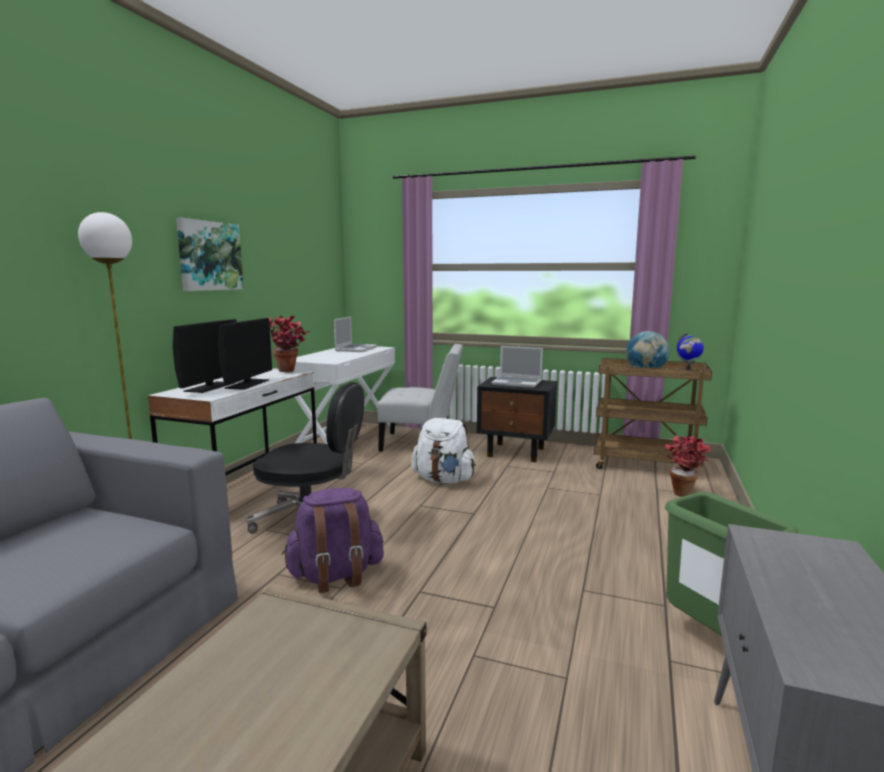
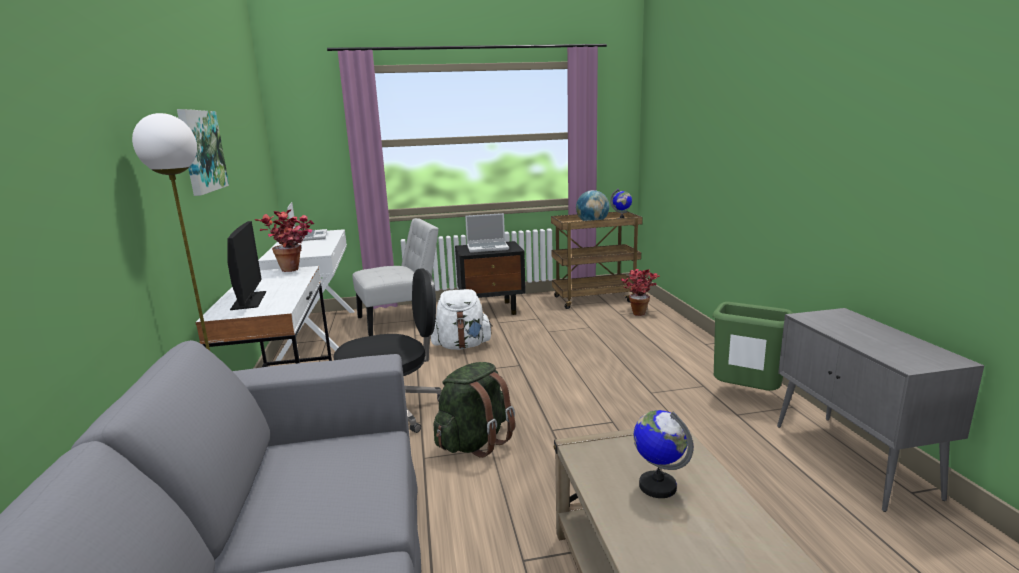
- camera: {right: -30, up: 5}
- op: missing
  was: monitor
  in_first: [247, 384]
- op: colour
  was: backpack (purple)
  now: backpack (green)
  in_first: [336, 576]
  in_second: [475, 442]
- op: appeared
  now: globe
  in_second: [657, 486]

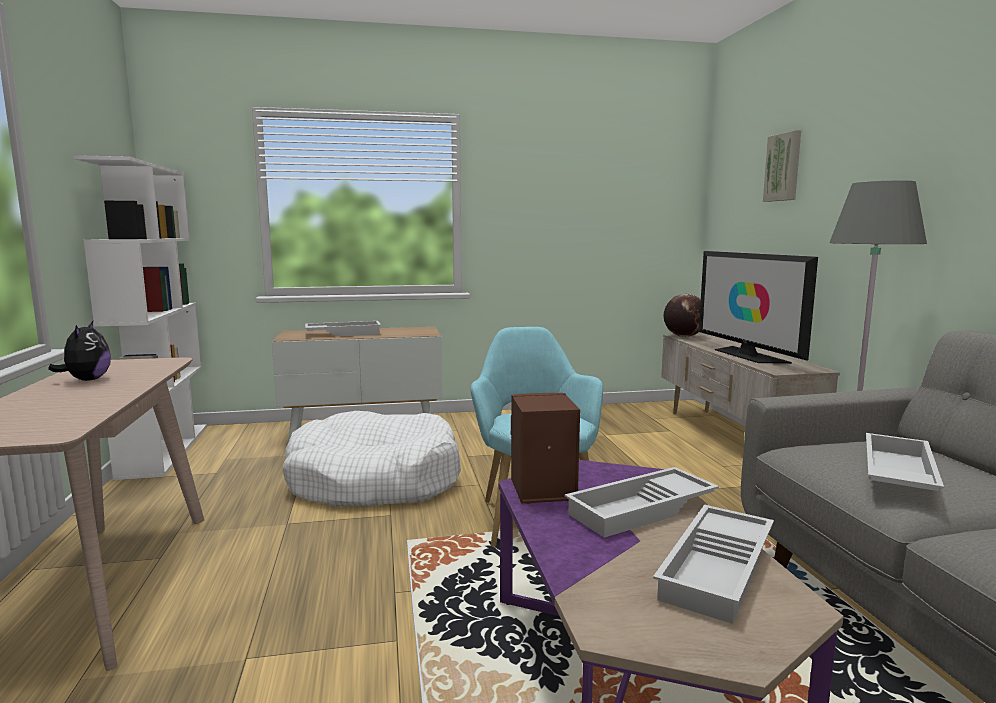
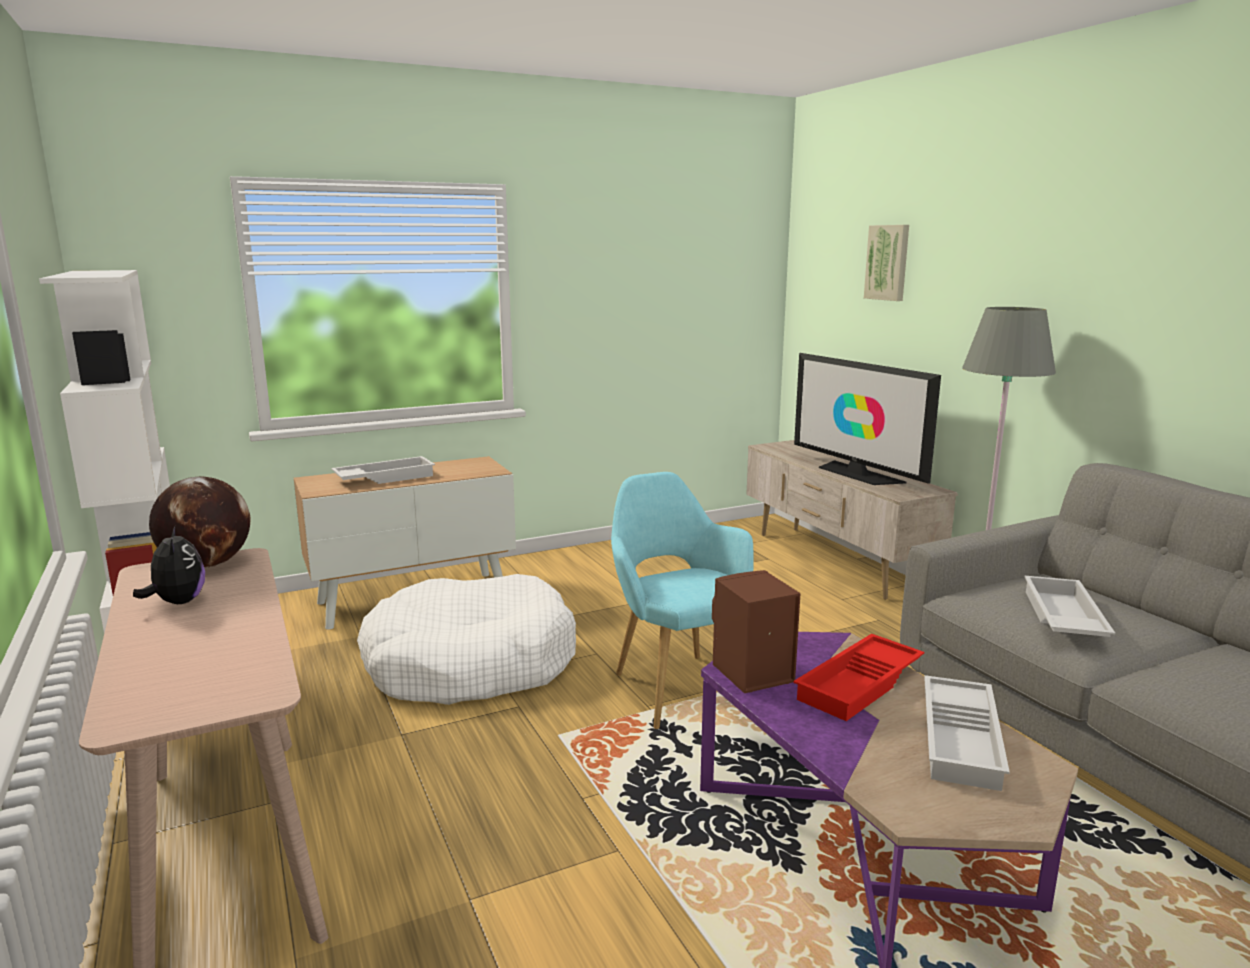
- camera: {right: -15, up: 5}
- op: colour
  was: tray (white)
  now: tray (red)
  in_first: [642, 510]
  in_second: [860, 685]
- op: relocated
  was: globe
  in_first: [684, 336]
  in_second: [206, 565]

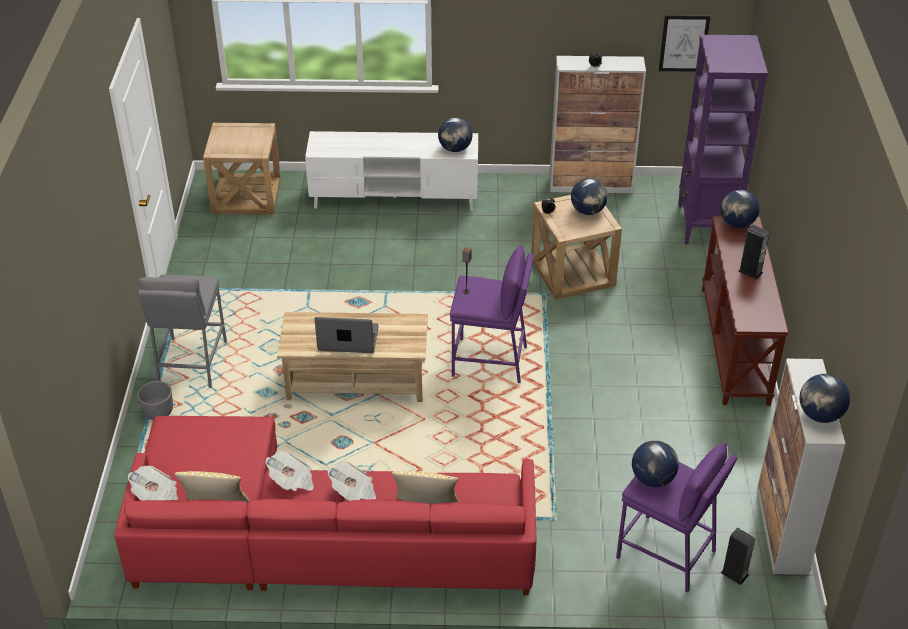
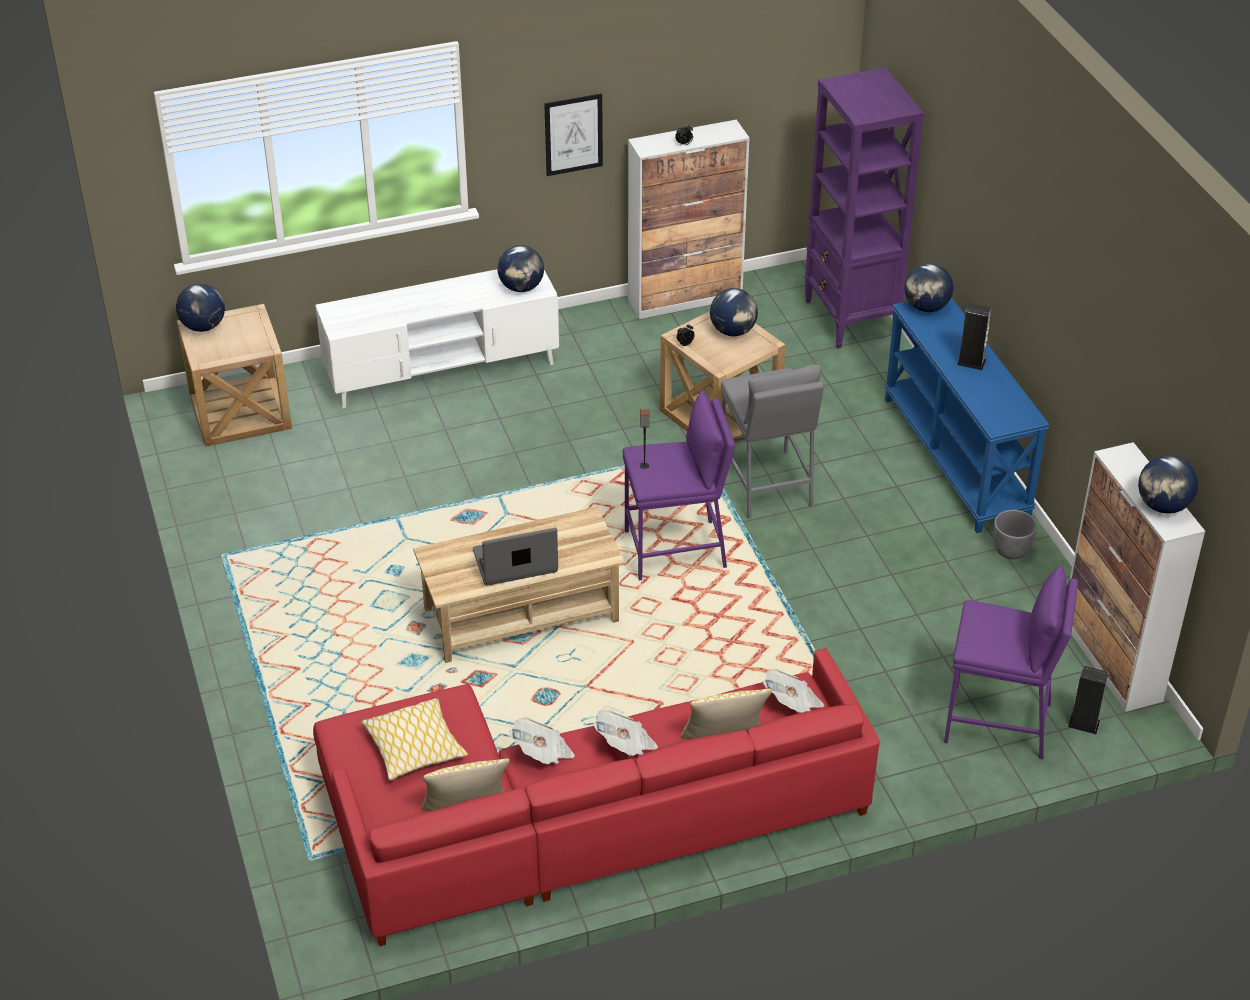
- camera: {right: -20, up: 0}
- op: relocated
  was: newspaper
  in_first: [156, 495]
  in_second: [792, 703]
- op: relocated
  was: stool (grey)
  in_first: [191, 363]
  in_second: [766, 485]
- op: relocated
  was: planter (grey)
  in_first: [158, 413]
  in_second: [1011, 551]
- op: relocated
  was: globe
  in_first: [653, 479]
  in_second: [204, 326]
- op: relocated
  was: picture
  in_first: [684, 43]
  in_second: [573, 134]
- op: colour
  was: console table (brown)
  now: console table (blue)
  in_first: [735, 345]
  in_second: [957, 458]
- op: appeared
  now: pillow
  in_second: [415, 747]

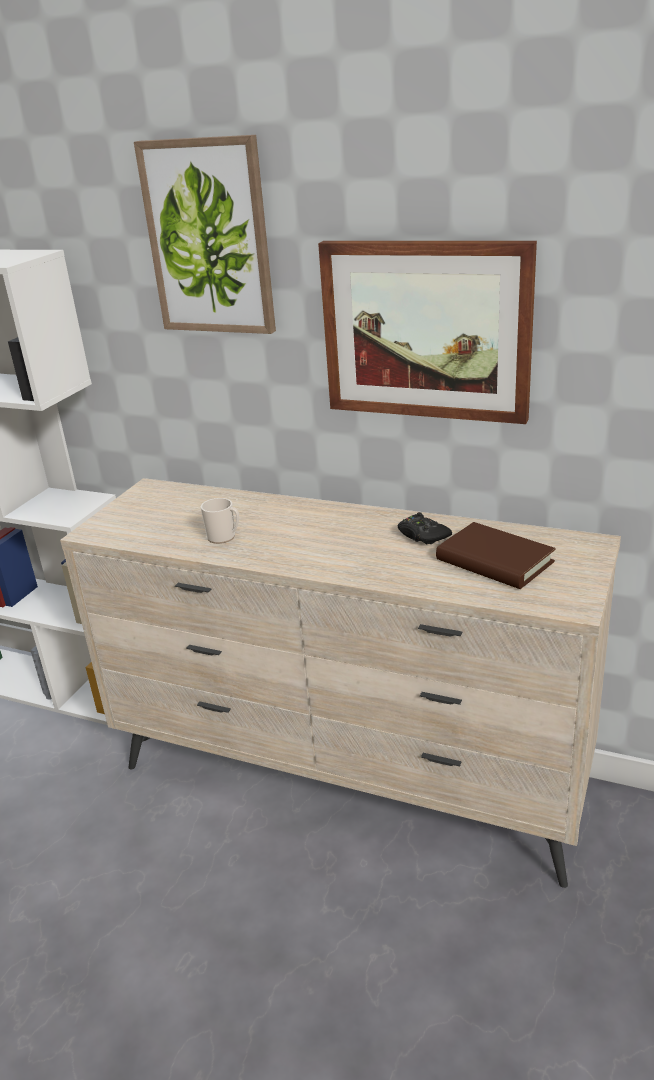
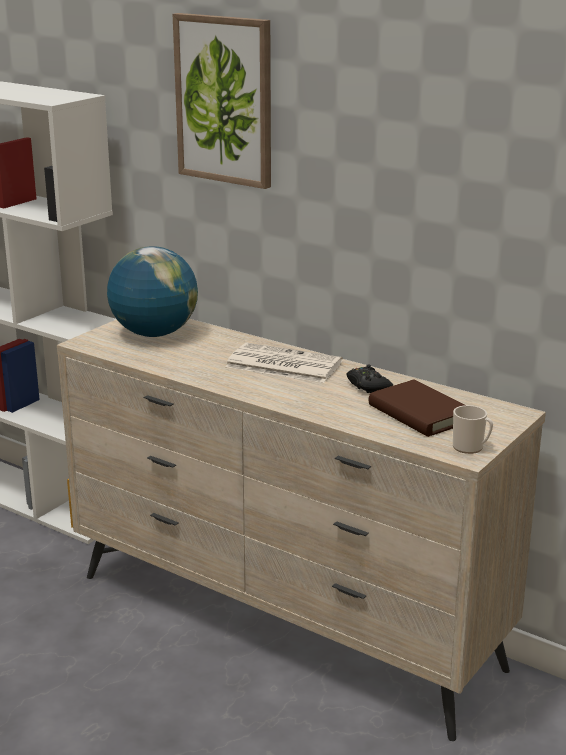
- camera: {right: 10, up: -5}
- op: relocated
  was: mug
  in_first: [224, 537]
  in_second: [471, 447]
- op: missing
  was: picture
  in_first: [426, 330]
- op: appeared
  now: globe
  in_second: [154, 333]
- op: appeared
  now: newspaper
  in_second: [282, 364]

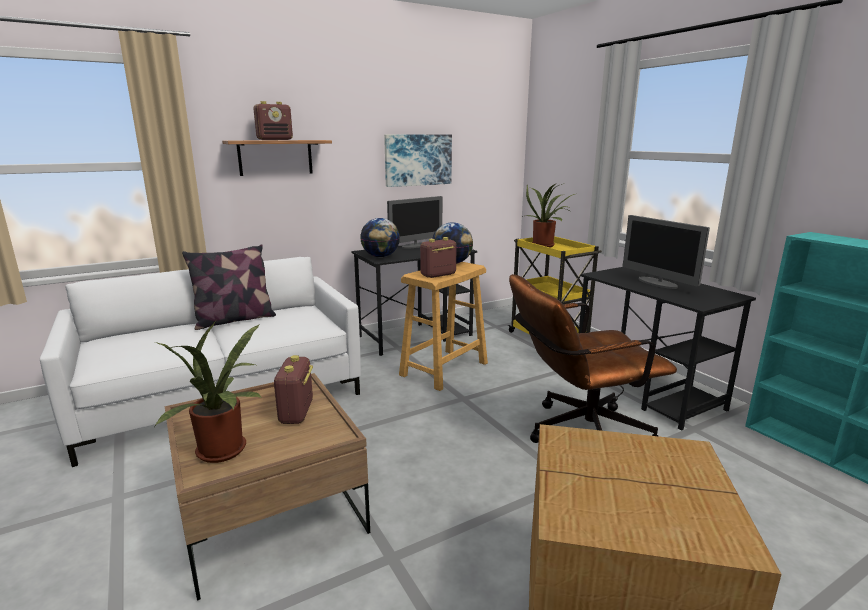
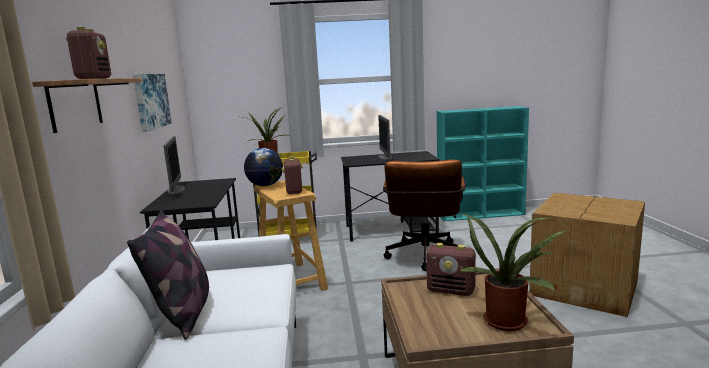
- camera: {right: -65, up: -5}
- op: missing
  was: globe
  in_first: [380, 256]
- op: spun
  was: monitor
  in_first: [657, 283]
  in_second: [385, 158]
  clockwise: 90

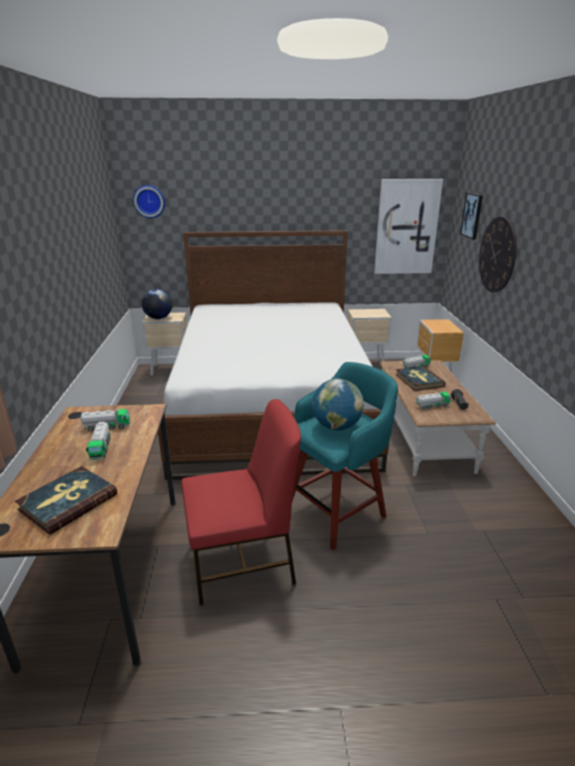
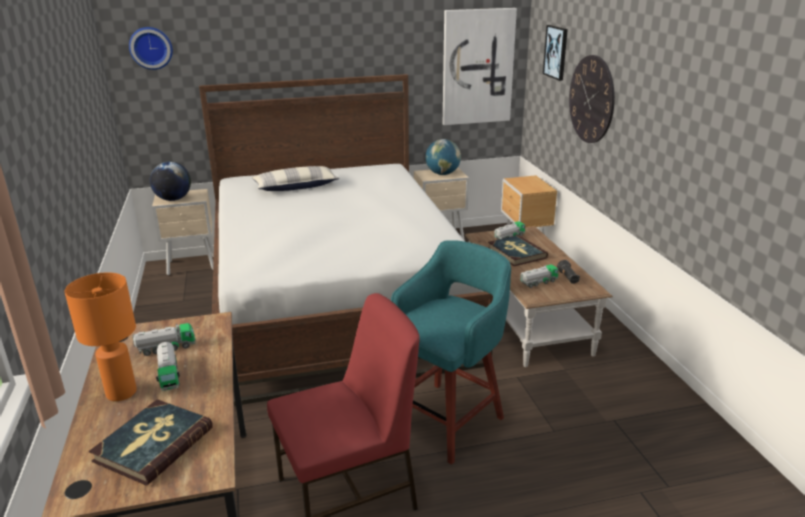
- camera: {right: -10, up: 0}
- op: relocated
  was: globe
  in_first: [336, 426]
  in_second: [442, 174]
- op: appeared
  now: table lamp (orange)
  in_second: [120, 393]
- op: appeared
  now: pillow
  in_second: [296, 187]

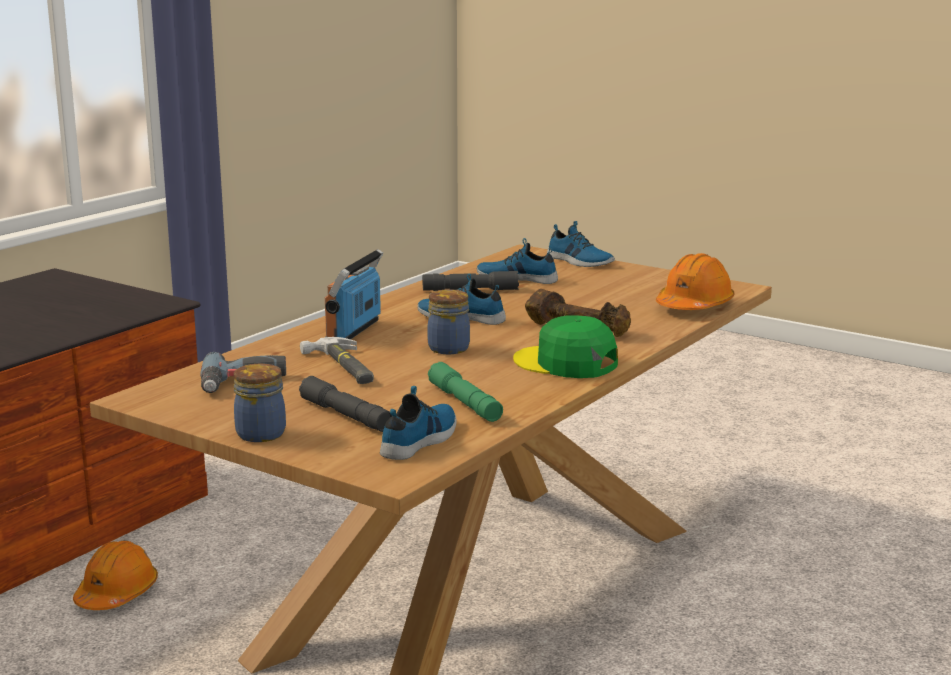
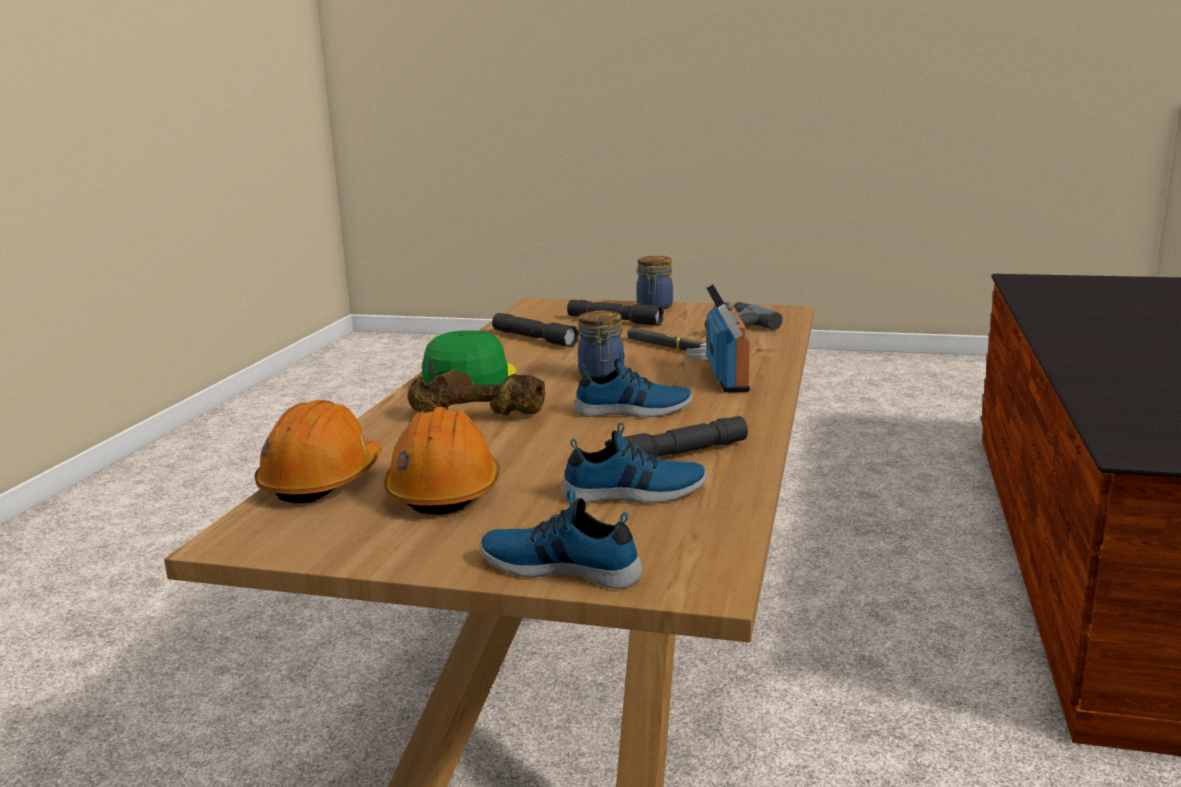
- camera: {right: 160, up: 0}
- op: relocated
  was: hard hat (orange)
  in_first: [117, 594]
  in_second: [444, 490]
- op: missing
  was: shoe
  in_first: [421, 440]
- op: colour
  was: flashlight (green)
  now: flashlight (grey)
  in_first: [465, 403]
  in_second: [534, 339]
- op: spun
  was: cap (green)
  in_first: [566, 363]
  in_second: [469, 378]
  clockwise: -90

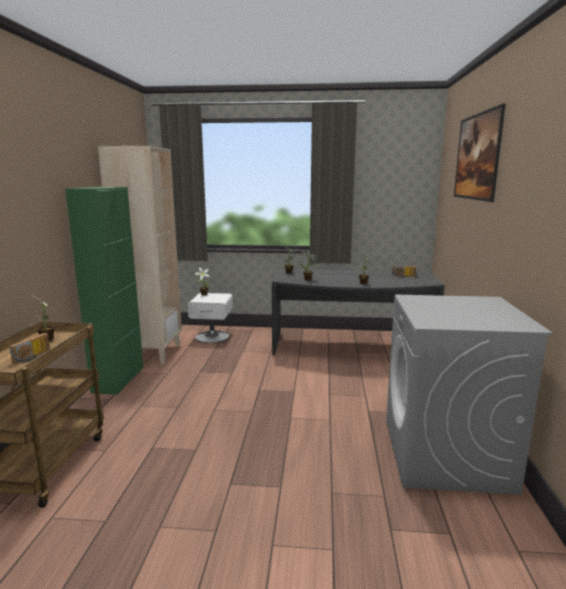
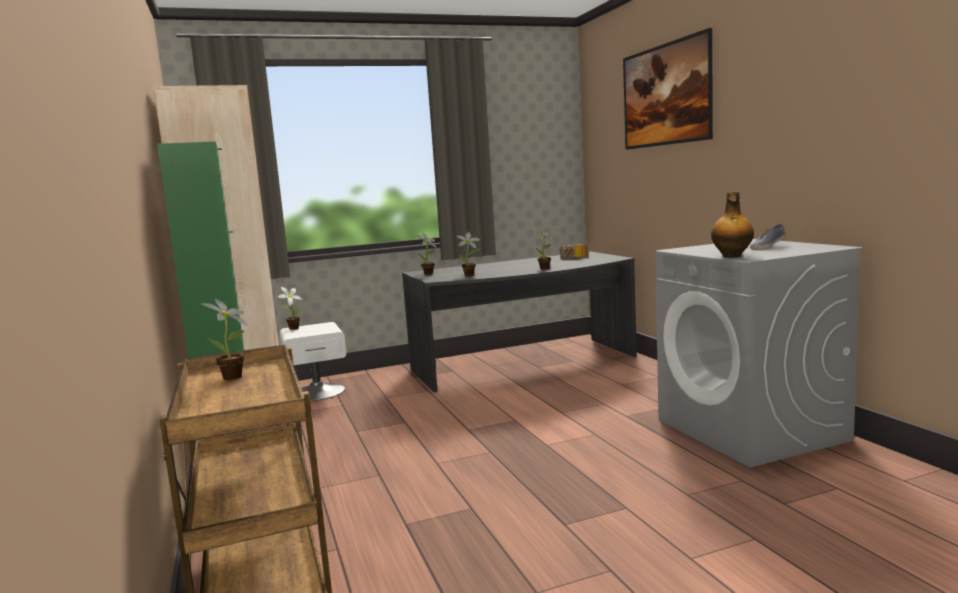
- camera: {right: -25, up: -5}
- op: missing
  was: radio
  in_first: [33, 357]
- op: appeared
  now: bottle
  in_second: [731, 256]
- op: appeared
  now: shoe
  in_second: [767, 246]

